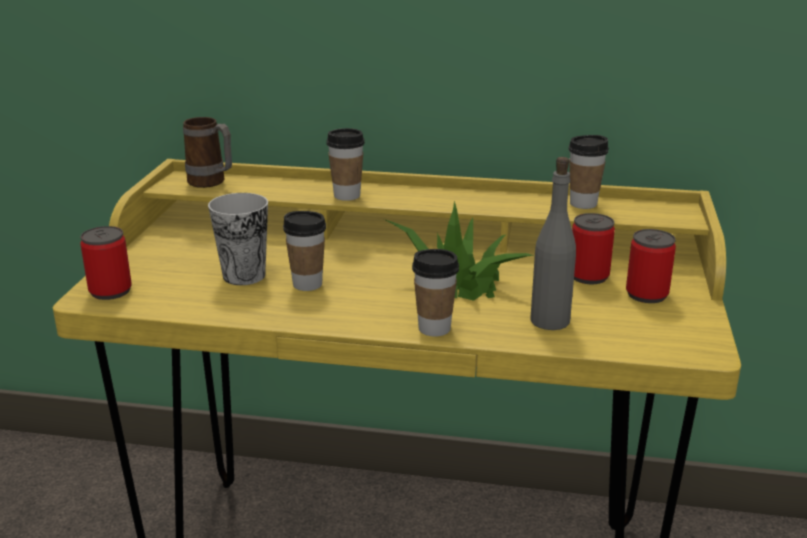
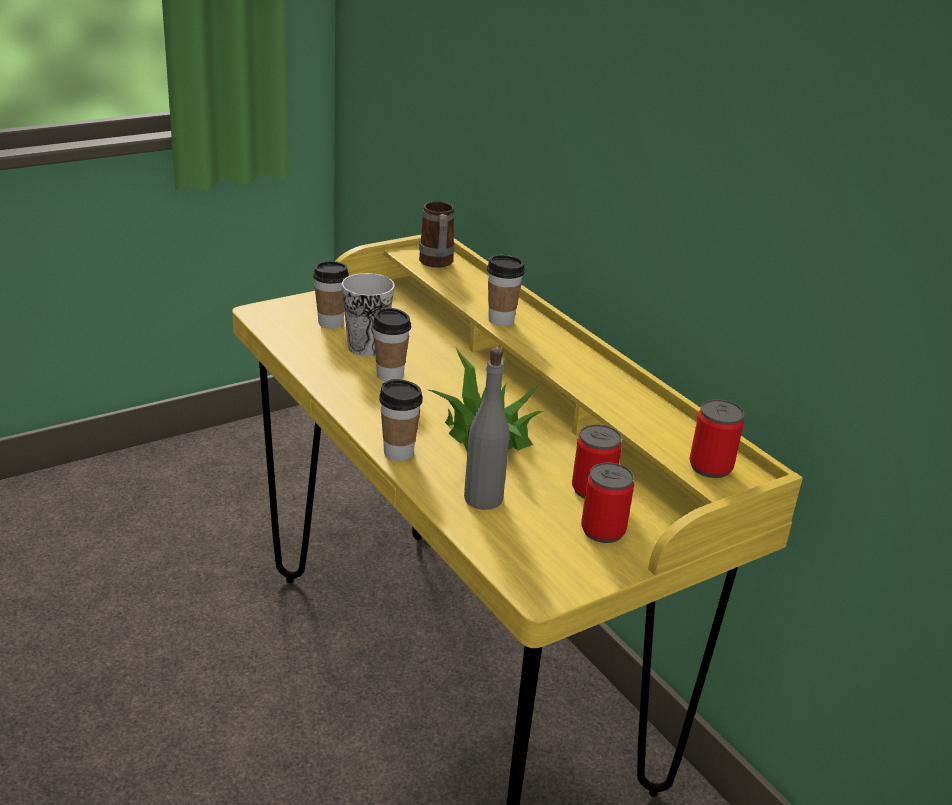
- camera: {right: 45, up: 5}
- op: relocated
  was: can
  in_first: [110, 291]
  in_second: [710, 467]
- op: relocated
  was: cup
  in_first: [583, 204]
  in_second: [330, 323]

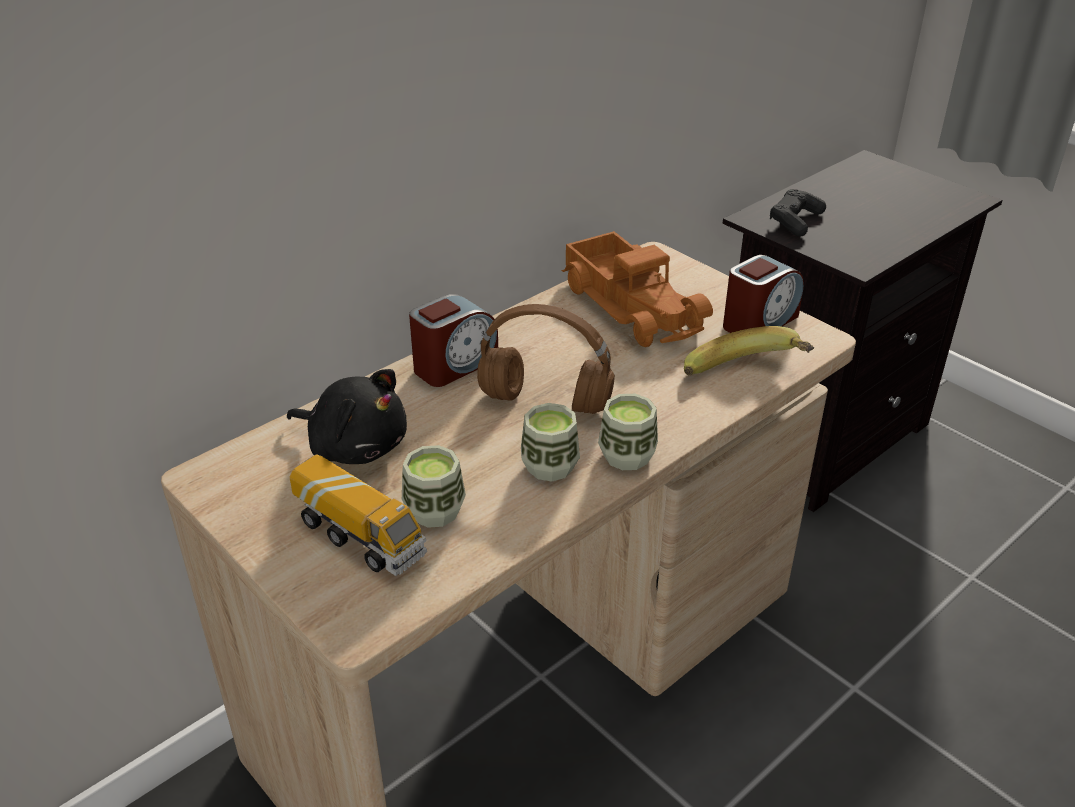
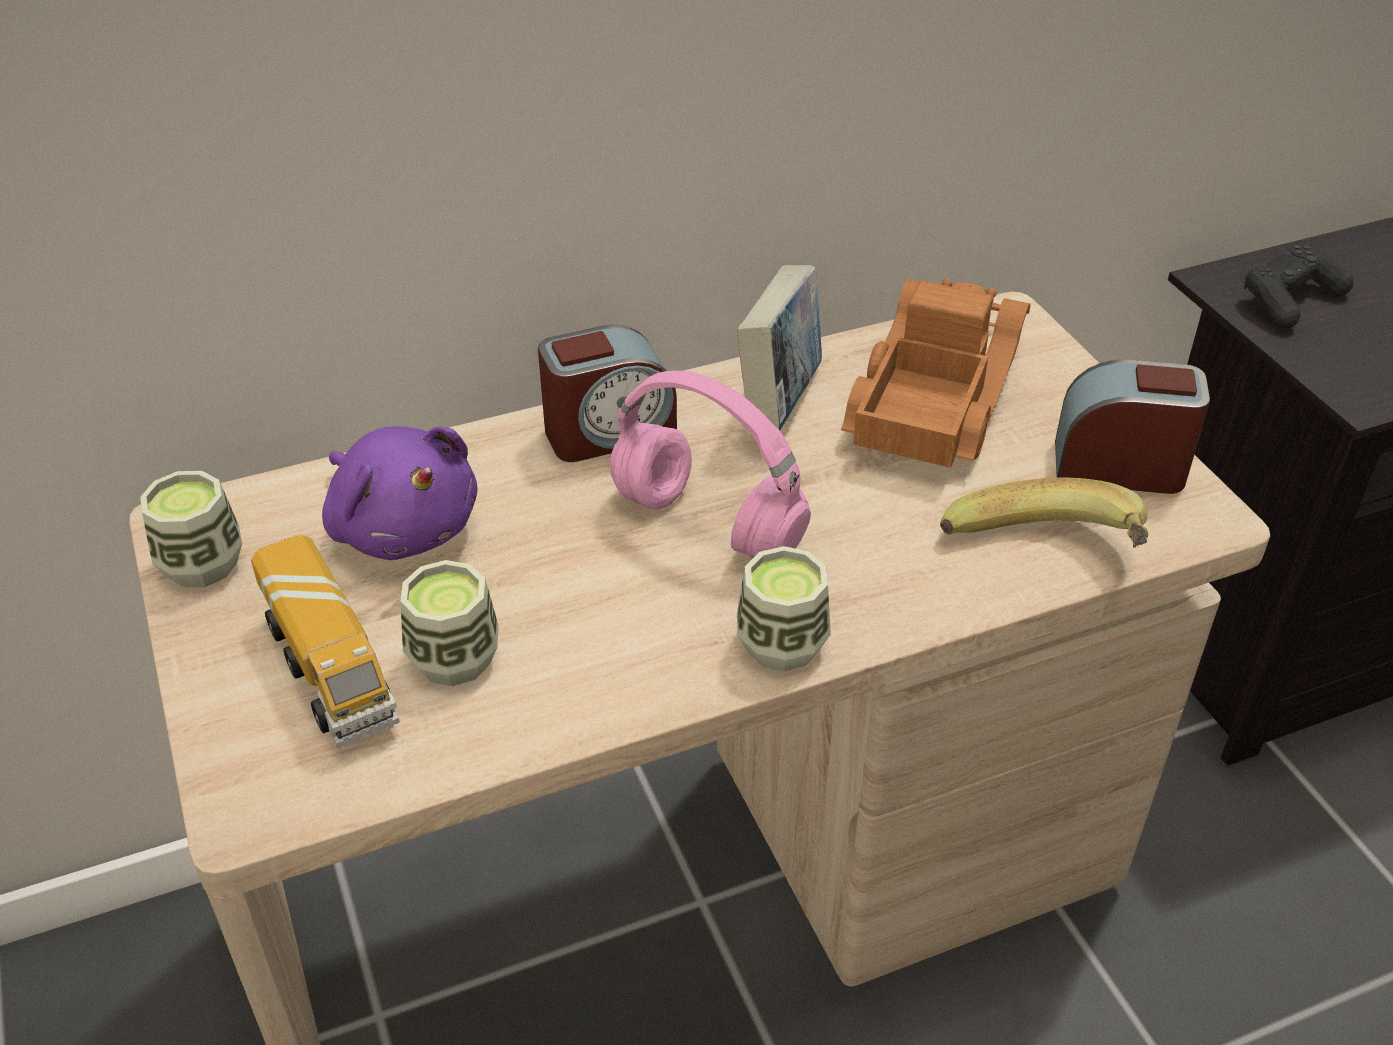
- camera: {right: 20, up: 5}
- op: colour
  was: plush toy (black)
  now: plush toy (purple)
  in_first: [355, 446]
  in_second: [402, 526]
- op: colour
  was: headphones (brown)
  now: headphones (pink)
  in_first: [548, 402]
  in_second: [711, 524]
- op: relocated
  was: cup
  in_first: [550, 466]
  in_second: [202, 564]
- op: spun
  was: toy truck
  in_first: [634, 305]
  in_second: [930, 394]
  clockwise: -150
- op: spun
  was: alarm clock
  in_first: [759, 322]
  in_second: [1119, 466]
  clockwise: -150
- op: appeared
  now: book
  in_second: [779, 402]

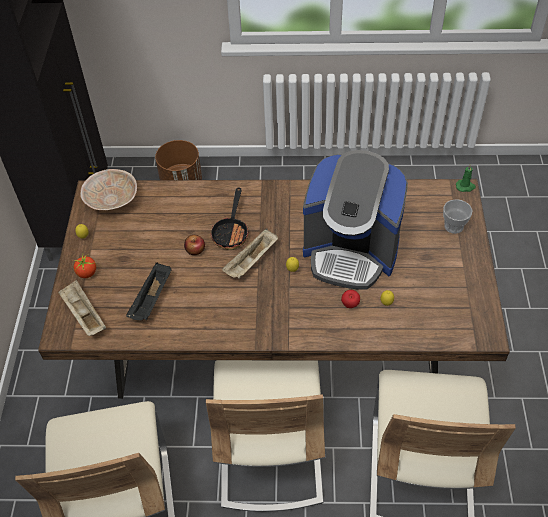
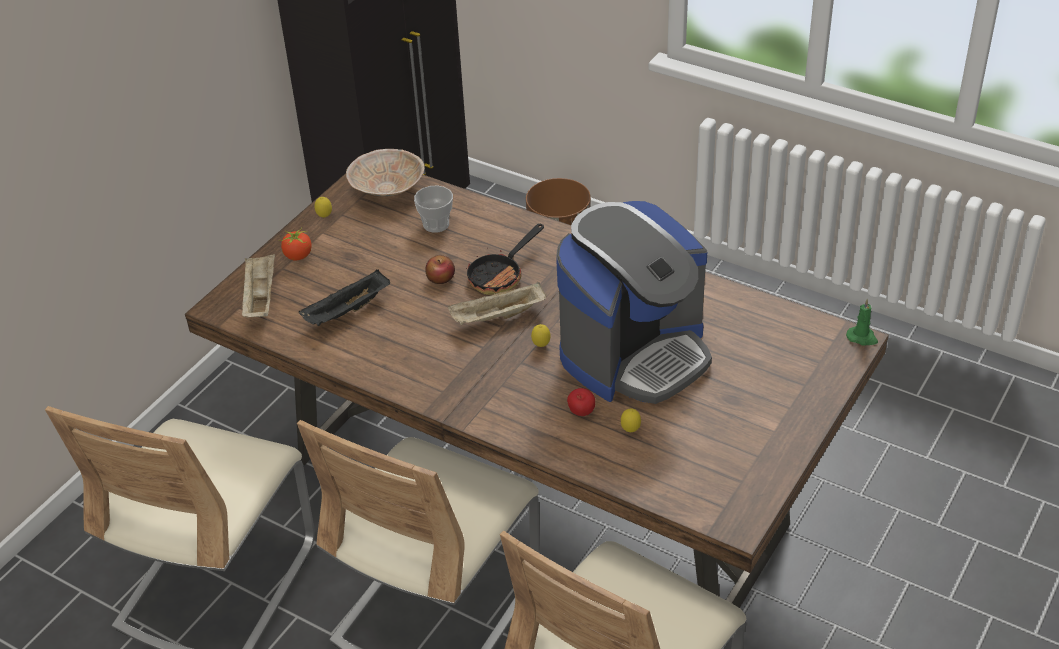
- camera: {right: 30, up: -10}
- op: spun
  was: coffee machine
  in_first: [351, 251]
  in_second: [635, 354]
  clockwise: -90
- op: relocated
  was: cup
  in_first: [454, 226]
  in_second: [436, 224]

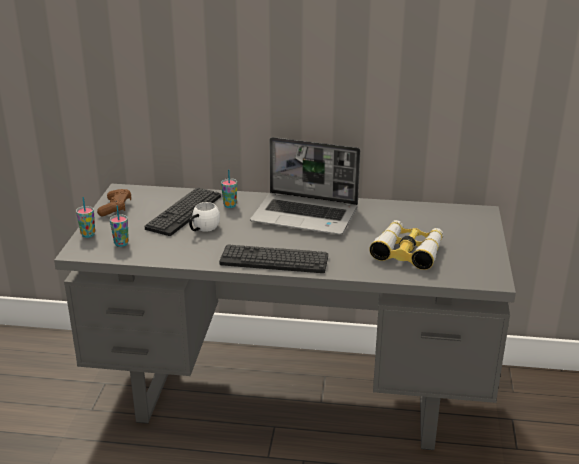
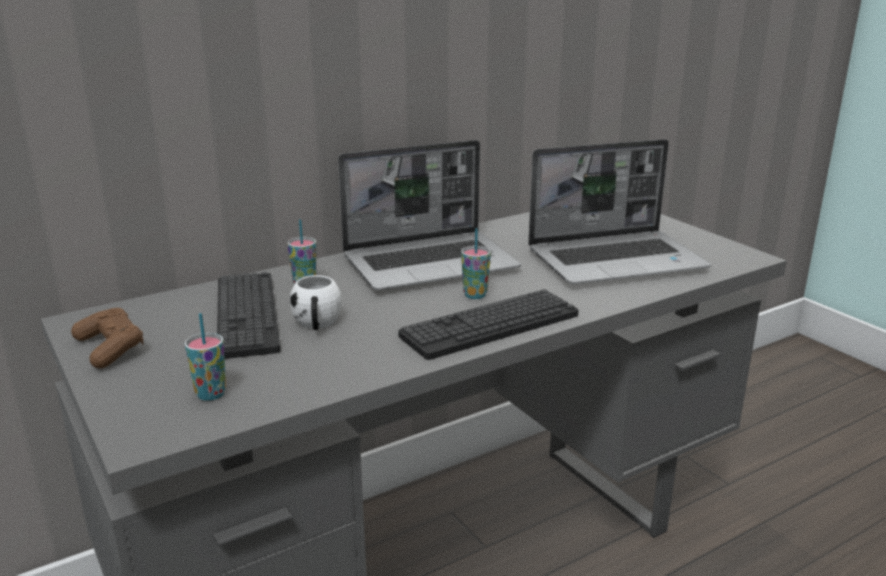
- camera: {right: -40, up: -5}
- op: relocated
  was: cup
  in_first: [88, 235]
  in_second: [475, 295]
- op: exchanged
  was: binoculars
  now: laptop
  in_first: [408, 251]
  in_second: [617, 260]

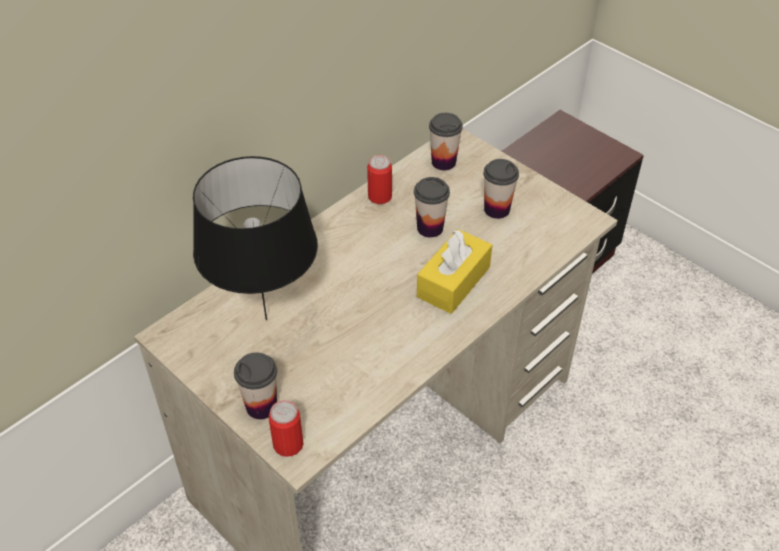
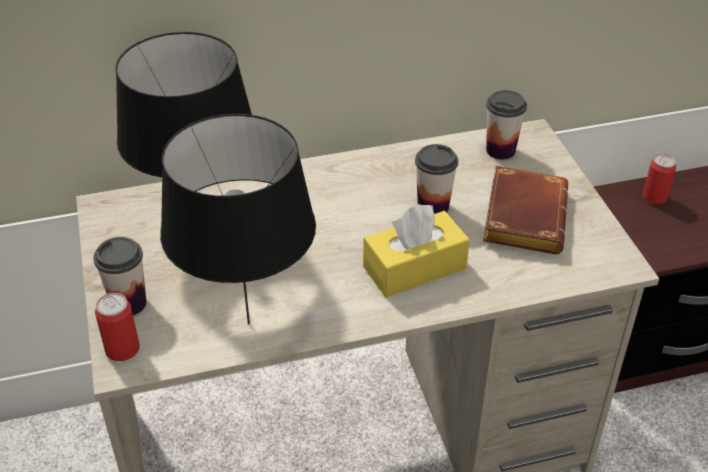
- camera: {right: 30, up: -5}
- op: relocated
  was: can
  in_first: [380, 196]
  in_second: [654, 197]
- op: exchanged
  was: cup
  now: book (brown)
  in_first: [496, 209]
  in_second: [521, 216]
- op: appeared
  now: table lamp (black)
  in_second: [250, 322]

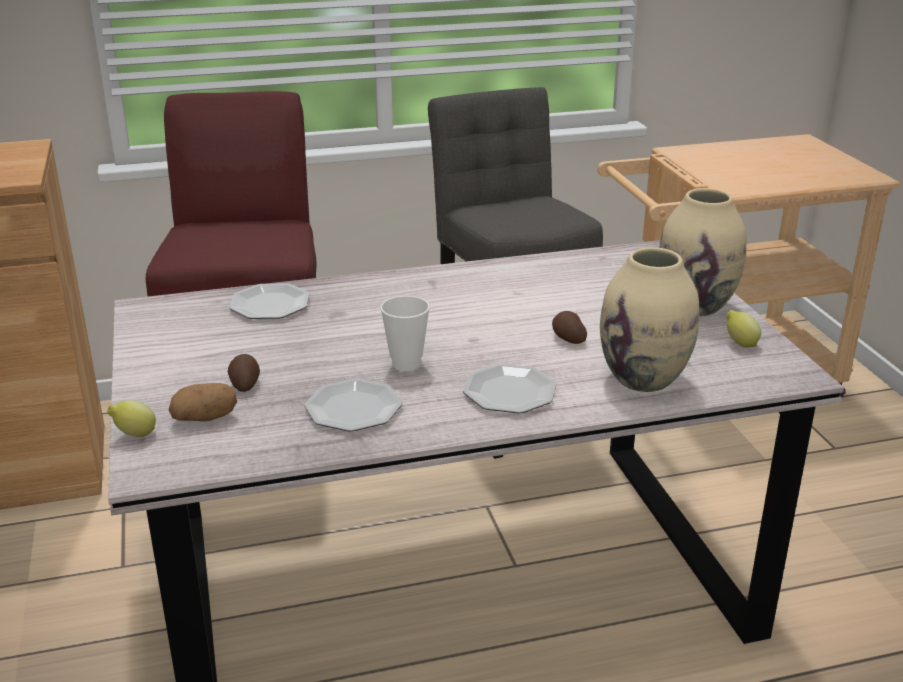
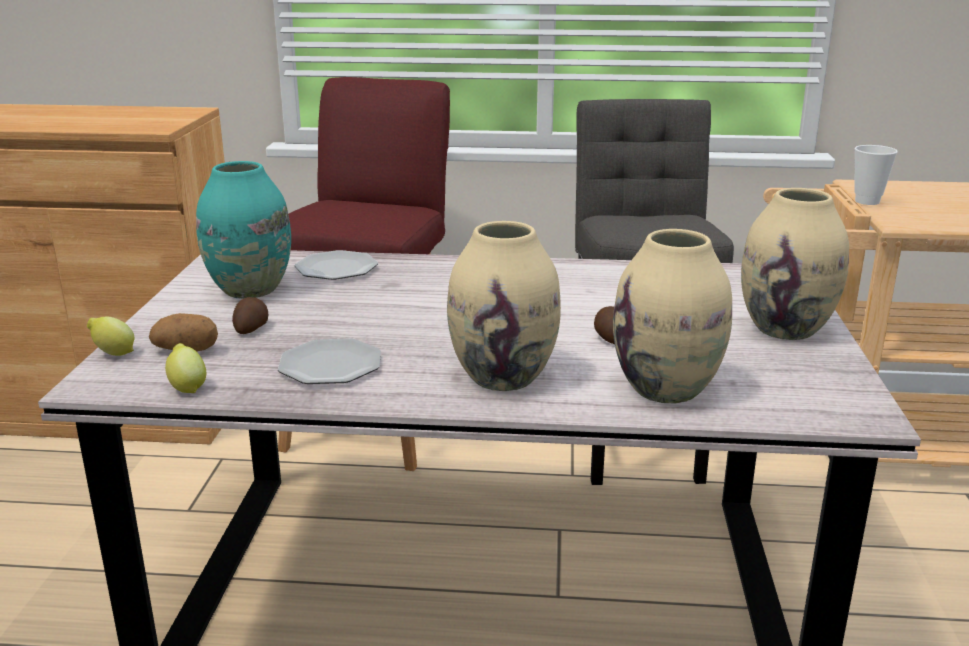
- camera: {right: 20, up: -5}
- op: relocated
  was: cup
  in_first: [406, 364]
  in_second: [867, 201]
- op: exchanged
  was: plate
  now: vase (beige)
  in_first: [510, 392]
  in_second: [504, 377]
- op: relocated
  was: lemon
  in_first: [740, 343]
  in_second: [187, 387]
- op: appeared
  now: vase (turquoise)
  in_second: [249, 290]

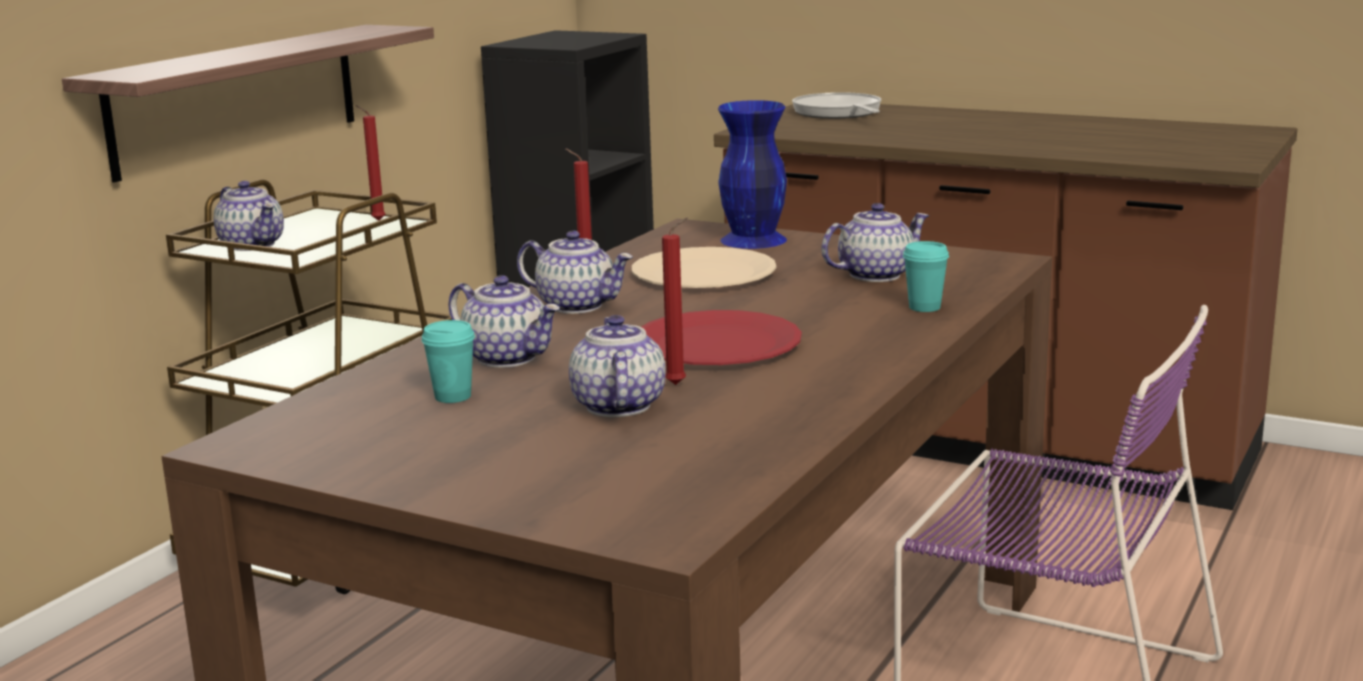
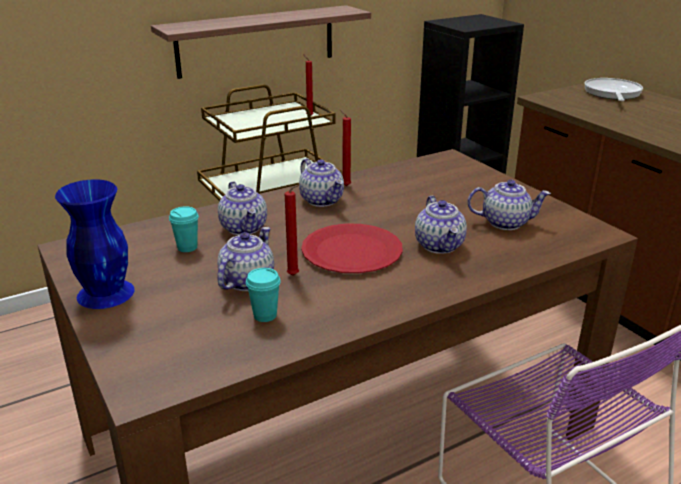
- camera: {right: 30, up: 10}
- op: relocated
  was: teapot
  in_first: [253, 245]
  in_second: [440, 246]
- op: missing
  was: plate (beige)
  in_first: [704, 273]
- op: relocated
  was: vase (blue)
  in_first: [752, 240]
  in_second: [104, 293]
- op: relocated
  was: cup (turquoise)
  in_first: [924, 307]
  in_second: [265, 315]

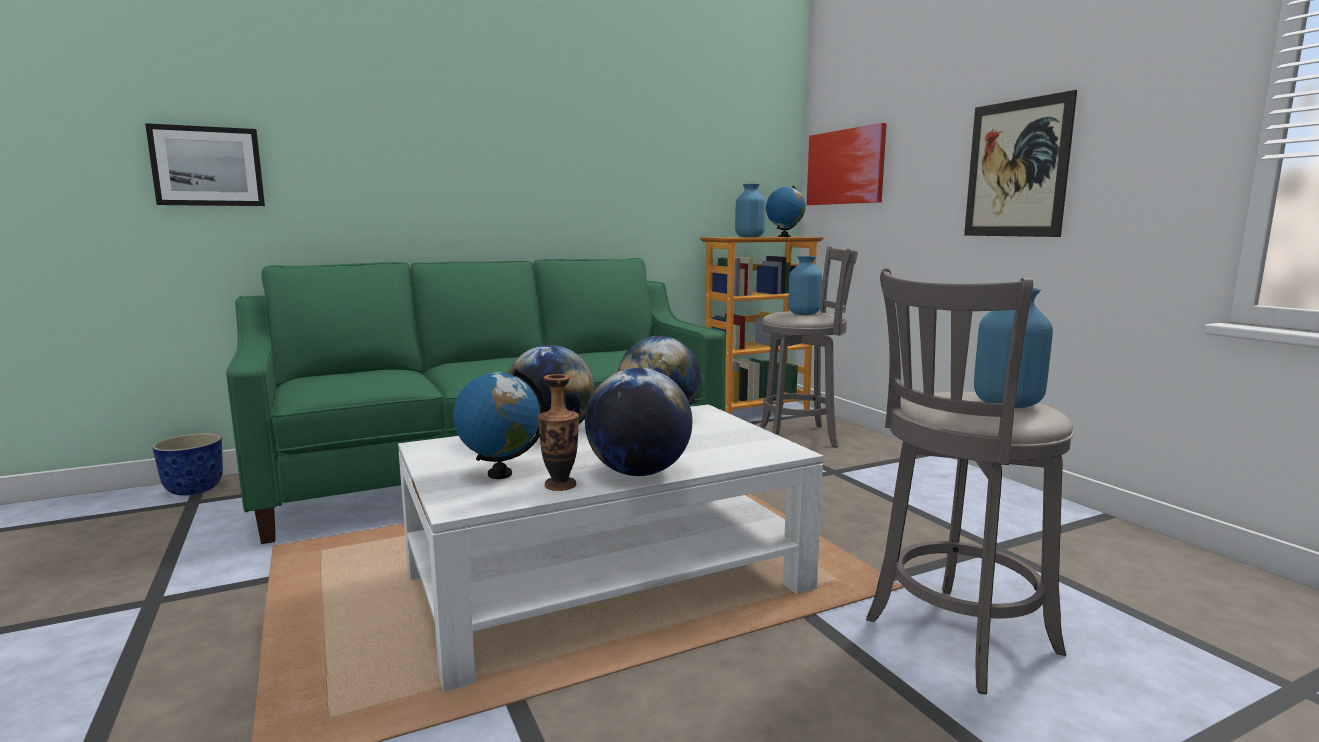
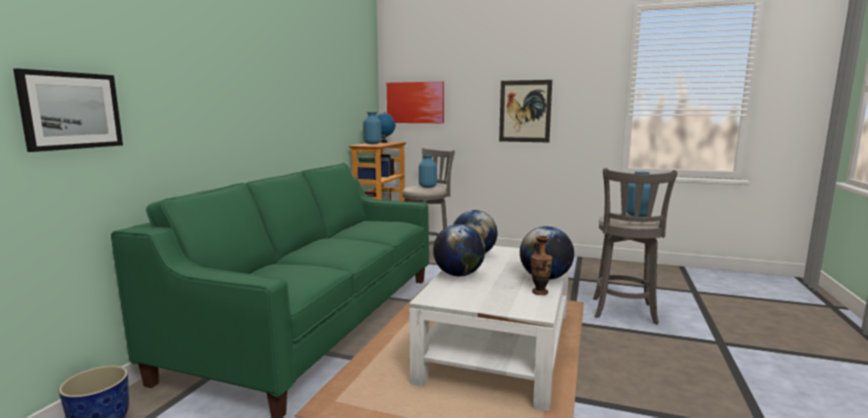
- camera: {right: -45, up: 0}
- op: missing
  was: globe
  in_first: [500, 474]

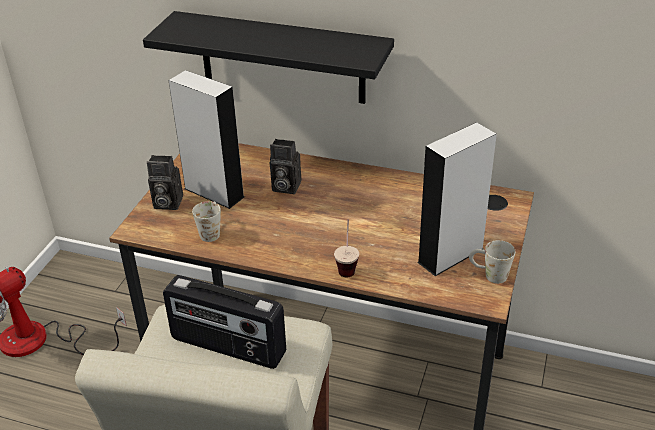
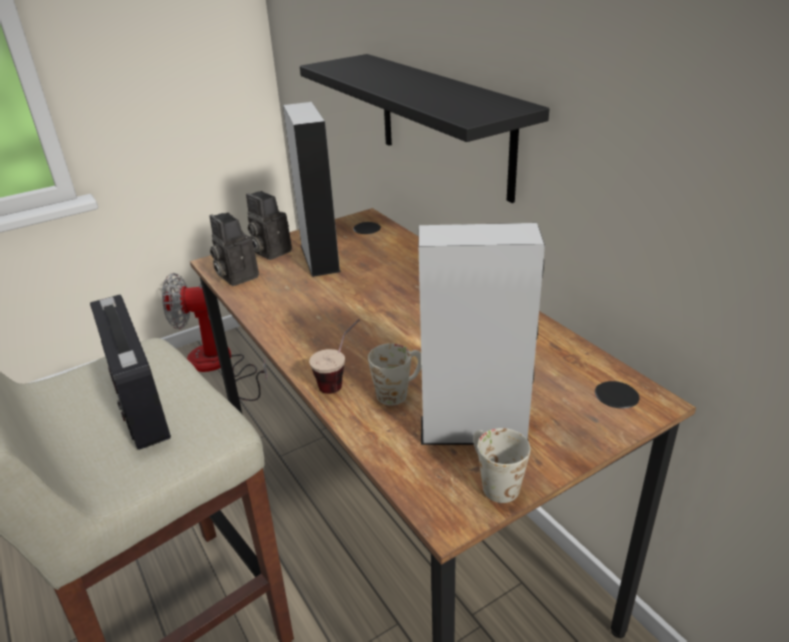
- camera: {right: 40, up: -5}
- op: relocated
  was: mug (white)
  in_first: [211, 231]
  in_second: [399, 391]
- op: relocated
  was: photo camera
  in_first: [284, 187]
  in_second: [236, 276]

